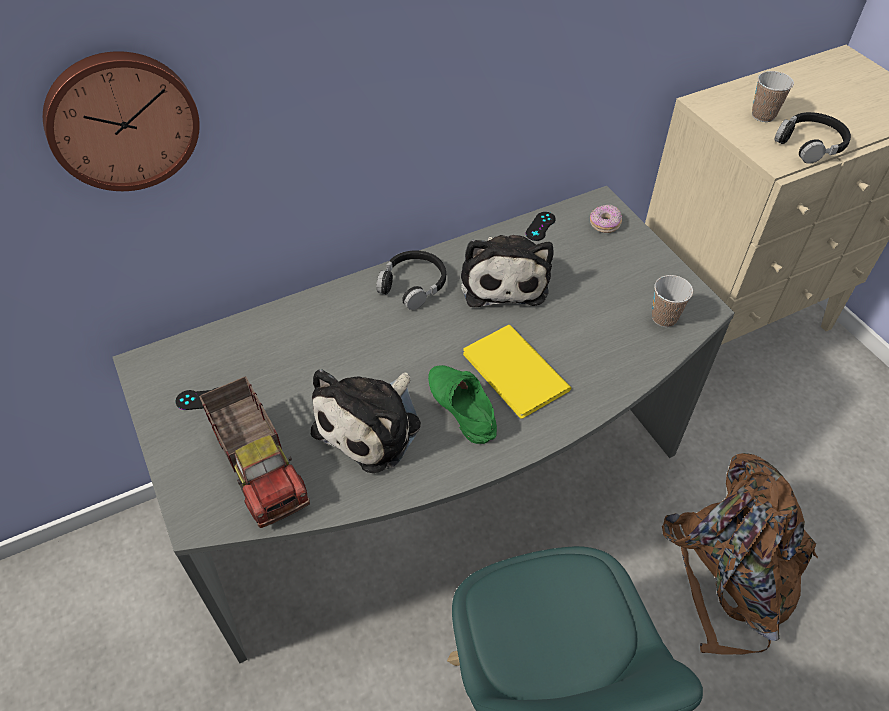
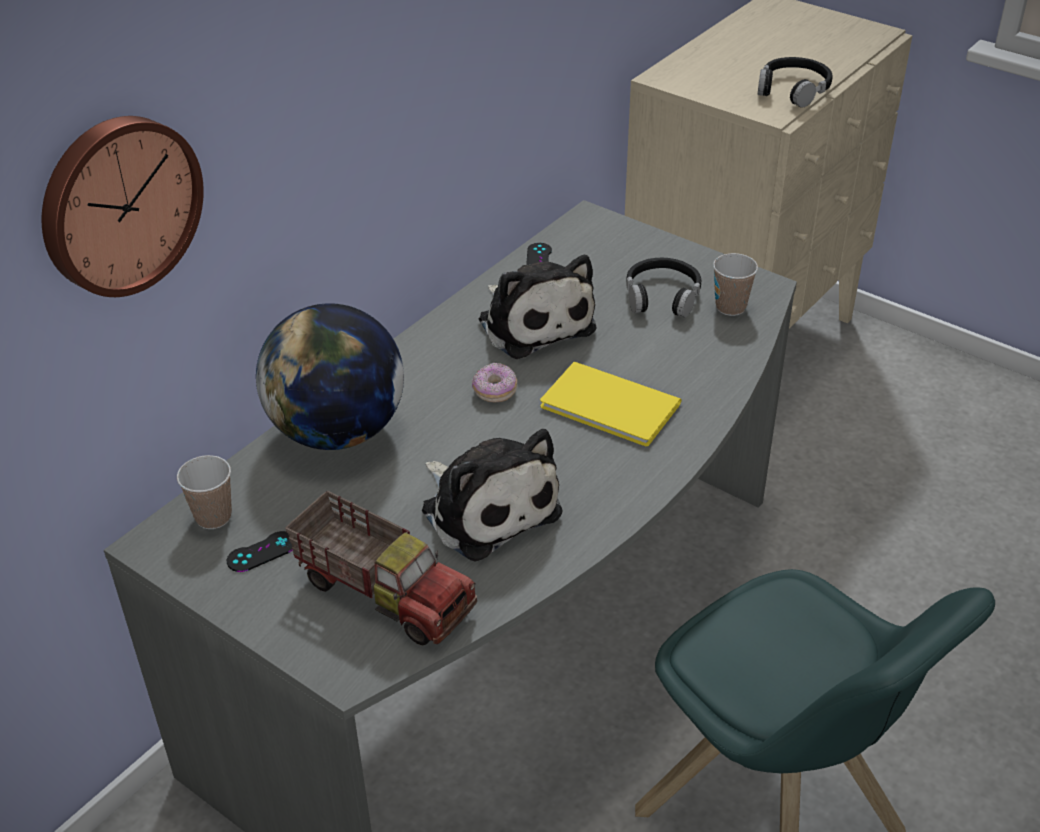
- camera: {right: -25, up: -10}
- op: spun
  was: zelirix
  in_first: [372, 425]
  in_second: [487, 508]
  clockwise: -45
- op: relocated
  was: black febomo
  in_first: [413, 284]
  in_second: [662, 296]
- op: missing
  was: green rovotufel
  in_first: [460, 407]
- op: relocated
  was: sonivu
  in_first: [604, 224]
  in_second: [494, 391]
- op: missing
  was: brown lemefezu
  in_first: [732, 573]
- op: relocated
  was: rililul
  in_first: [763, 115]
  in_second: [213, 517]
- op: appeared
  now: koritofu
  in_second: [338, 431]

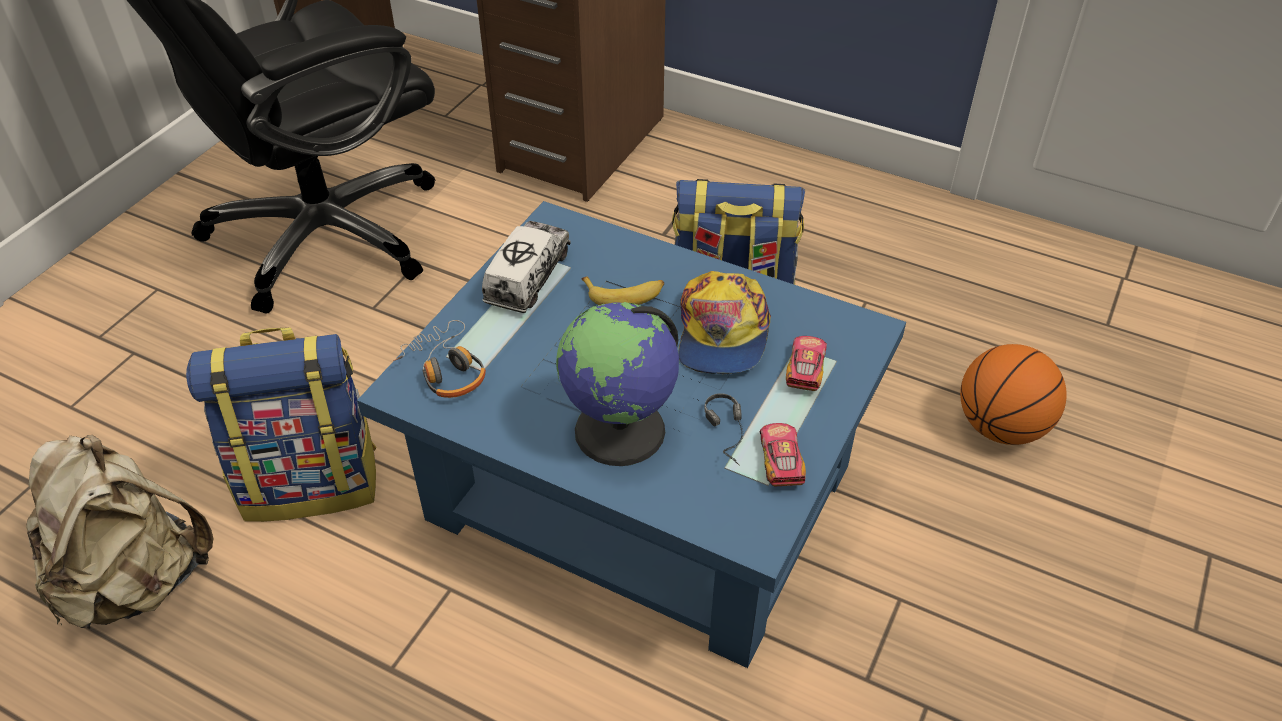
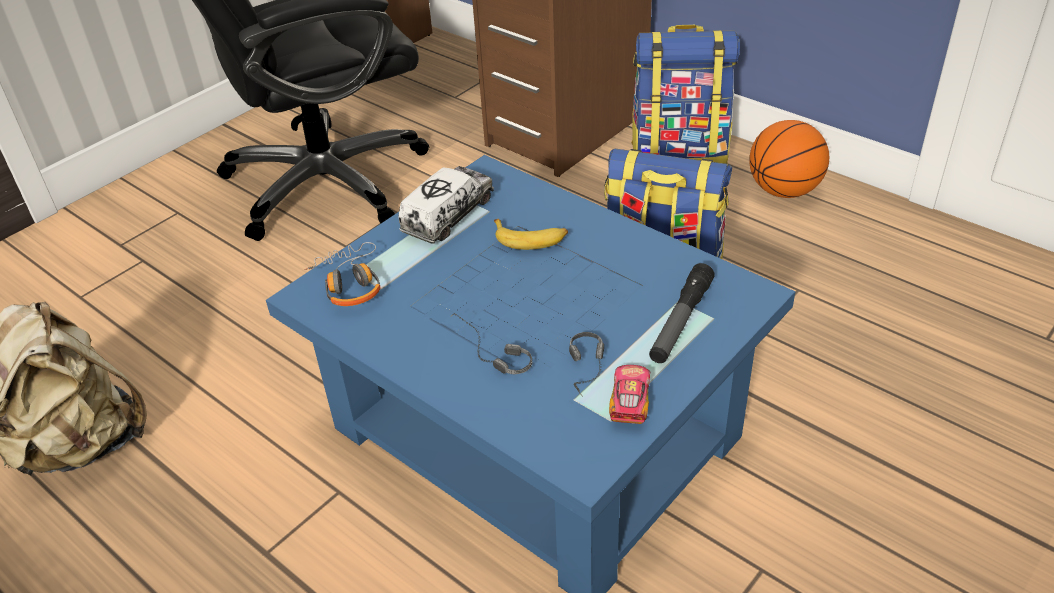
- camera: {right: 15, up: -5}
- op: relocated
  was: lemefezu
  in_first: [312, 482]
  in_second: [679, 157]
- op: exchanged
  was: koritofu
  now: febomo
  in_first: [621, 431]
  in_second: [487, 355]
- op: missing
  was: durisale
  in_first: [722, 333]
- op: exchanged
  was: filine
  now: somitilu
  in_first: [805, 369]
  in_second: [680, 321]
- op: relocated
  was: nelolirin
  in_first: [1000, 427]
  in_second: [784, 190]

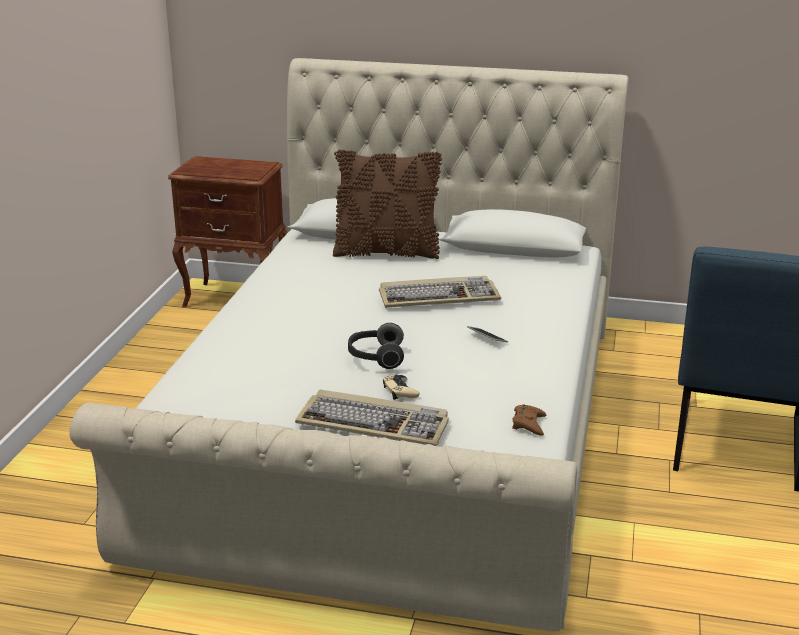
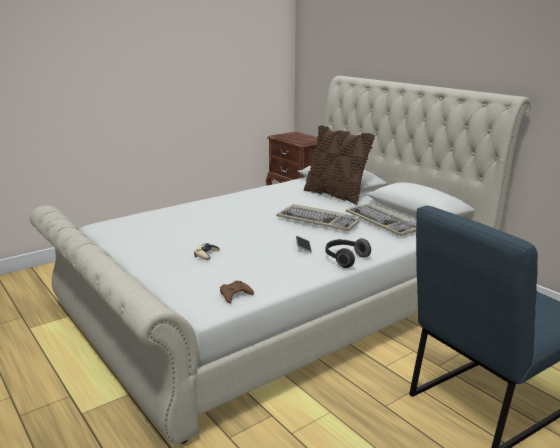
- camera: {right: 40, up: -5}
- op: relocated
  was: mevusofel
  in_first: [374, 423]
  in_second: [384, 222]
- op: relocated
  was: febomo
  in_first: [376, 357]
  in_second: [345, 259]

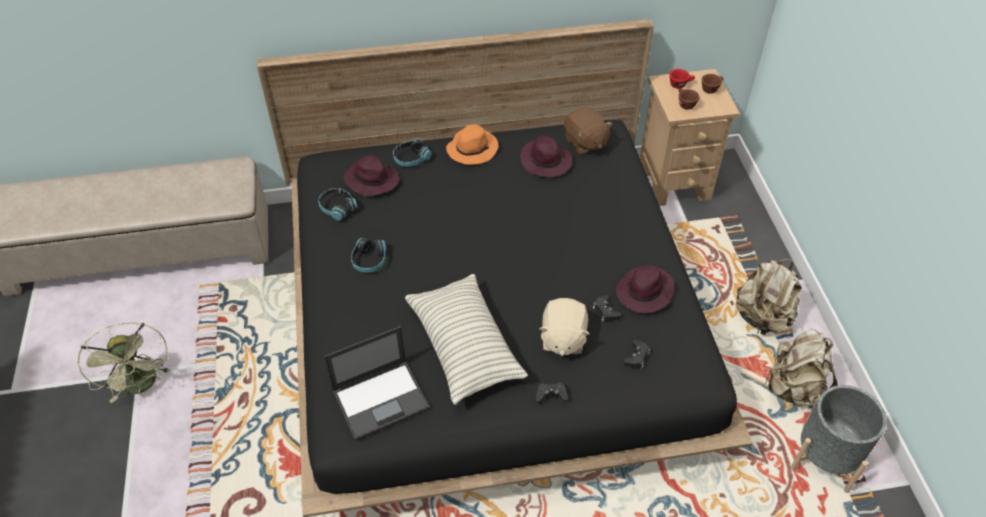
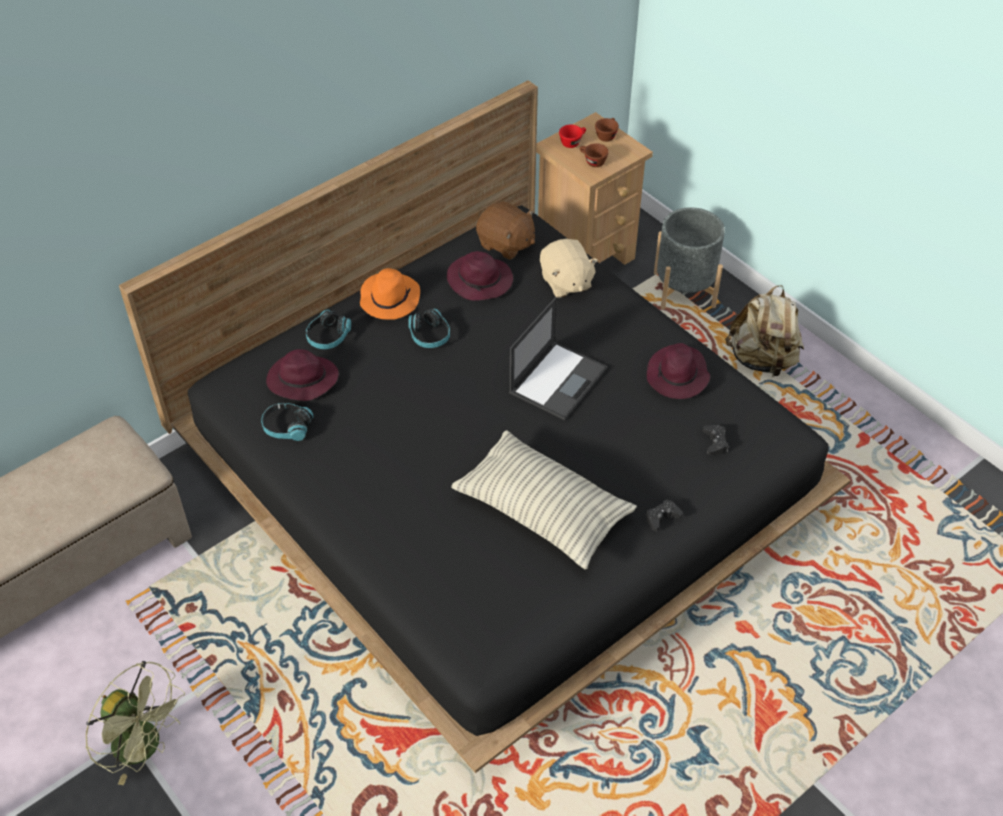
- camera: {right: -30, up: 0}
- op: relocated
  was: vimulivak
  in_first: [382, 399]
  in_second: [558, 380]
- op: relocated
  was: febomo
  in_first: [369, 260]
  in_second: [429, 335]
- op: relocated
  was: beige zelirix
  in_first: [562, 338]
  in_second: [565, 282]
- op: missing
  was: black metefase
  in_first: [605, 311]
- op: missing
  was: beige lemefezu
  in_first: [793, 388]
- op: relocated
  was: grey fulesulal
  in_first: [825, 458]
  in_second: [684, 289]

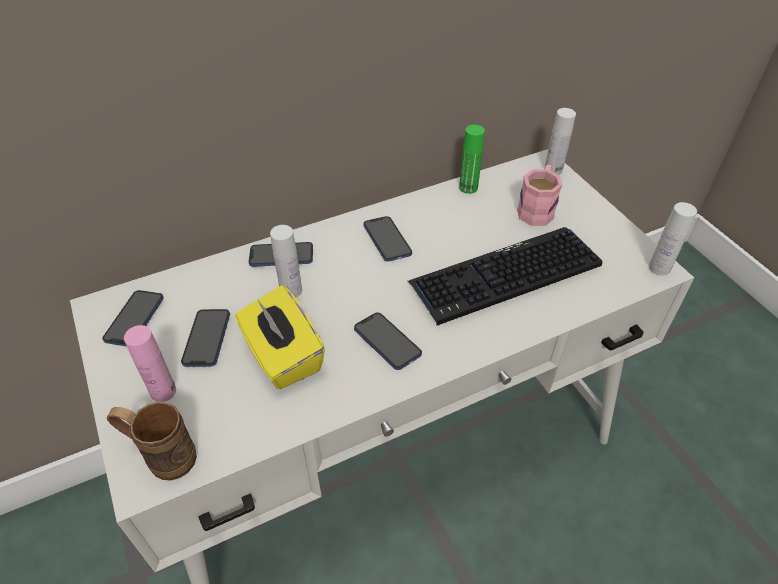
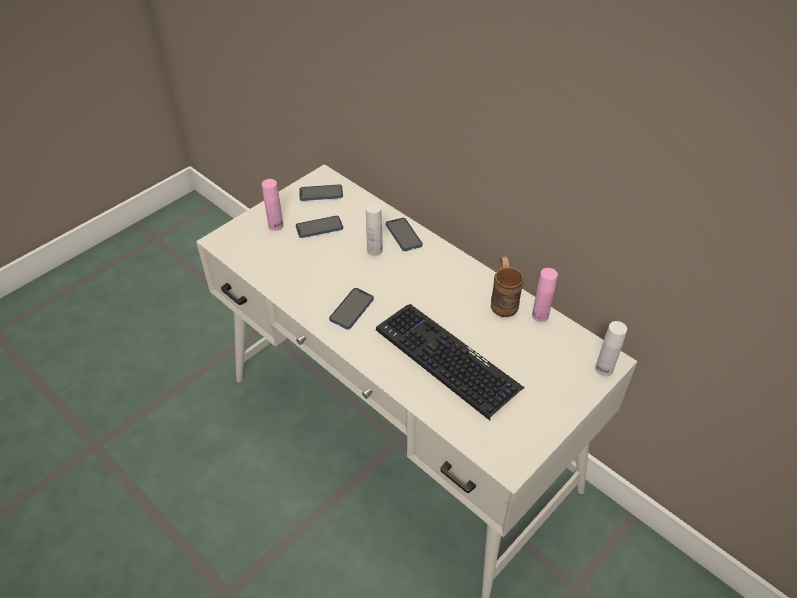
- camera: {right: 70, up: 0}
- op: relocated
  was: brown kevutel
  in_first: [162, 456]
  in_second: [503, 301]
- op: missing
  was: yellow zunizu
  in_first: [283, 356]
- op: missing
  was: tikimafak
  in_first: [387, 240]
- op: colour
  was: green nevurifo
  now: pink nevurifo
  in_first: [468, 187]
  in_second: [540, 315]
- op: missing
  was: pink kevutel
  in_first: [537, 208]
- op: missing
  was: white nevurifo
  in_first: [659, 268]

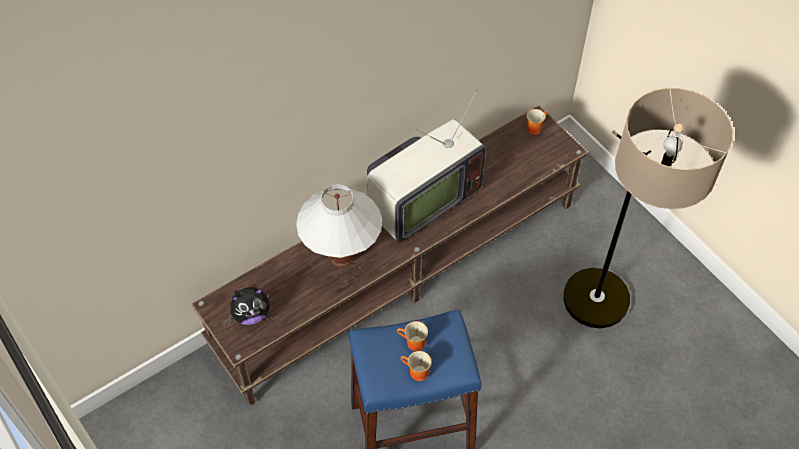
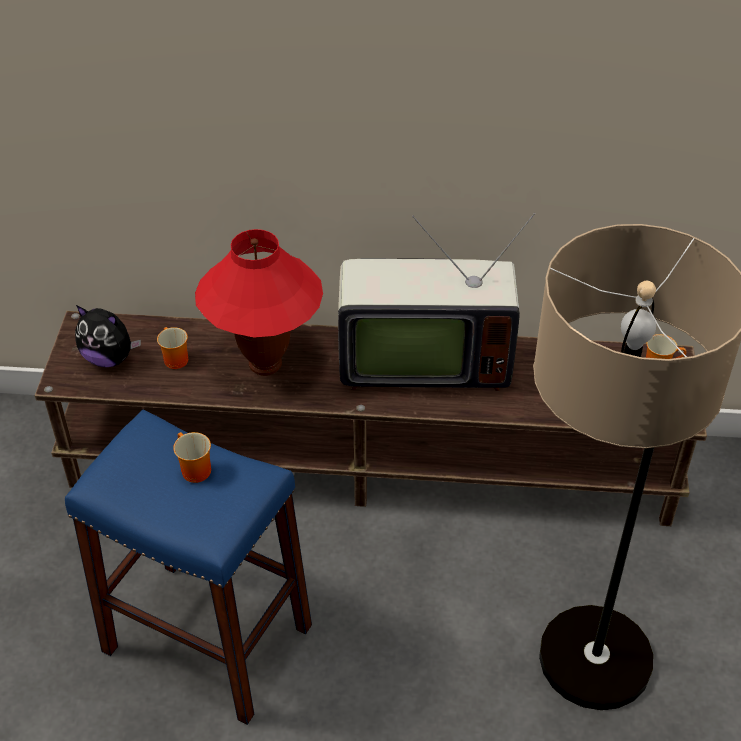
- camera: {right: 40, up: -10}
- op: colour
  was: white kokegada
  now: red kokegada
  in_first: [342, 259]
  in_second: [265, 365]
- op: relocated
  was: kevutel
  in_first: [416, 373]
  in_second: [173, 359]

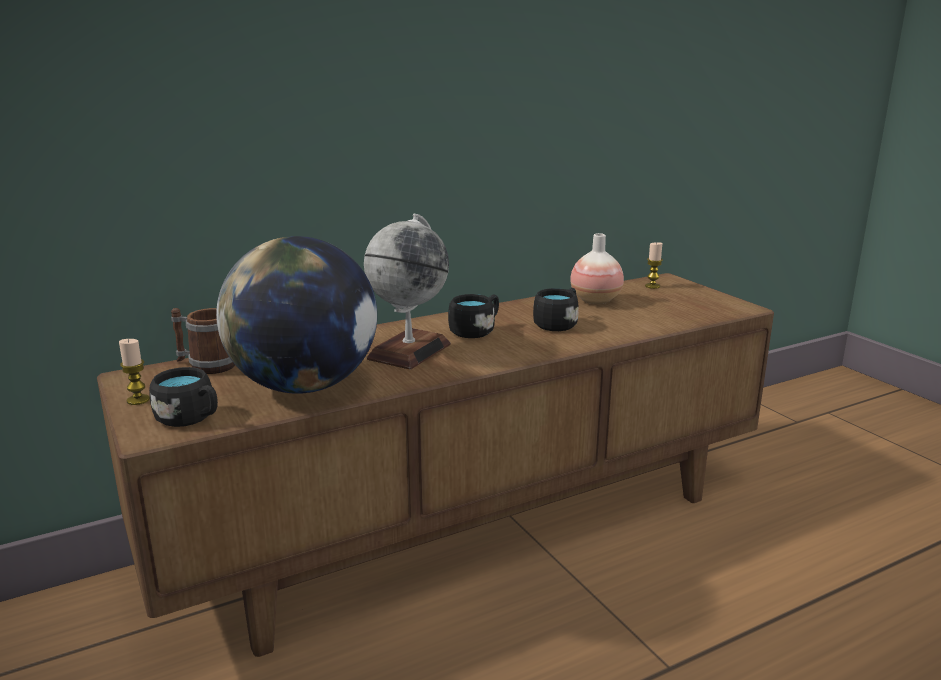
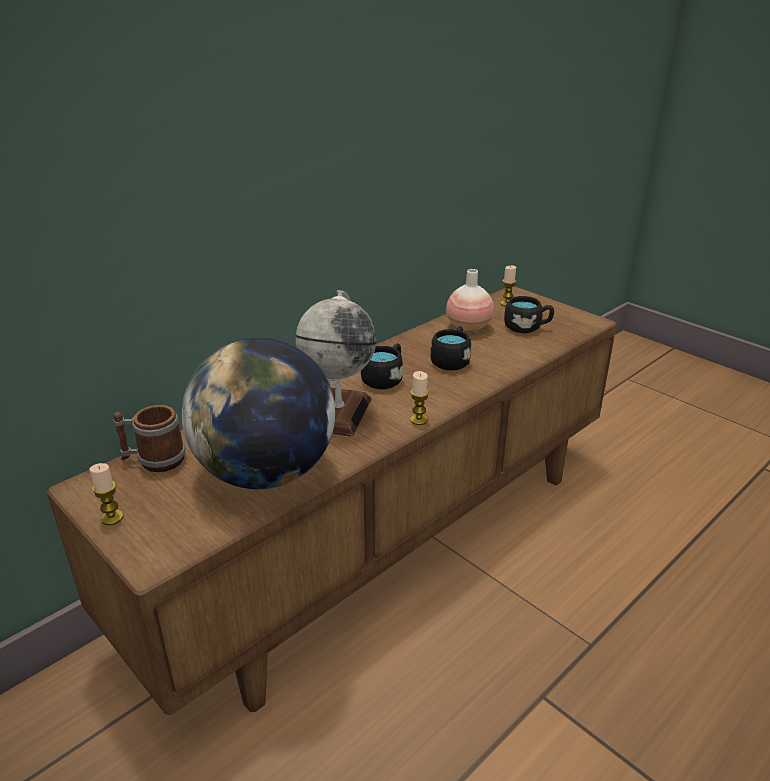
- camera: {right: -15, up: 10}
- op: relocated
  was: black kevutel
  in_first: [191, 418]
  in_second: [527, 327]
- op: appeared
  now: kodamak
  in_second: [418, 420]

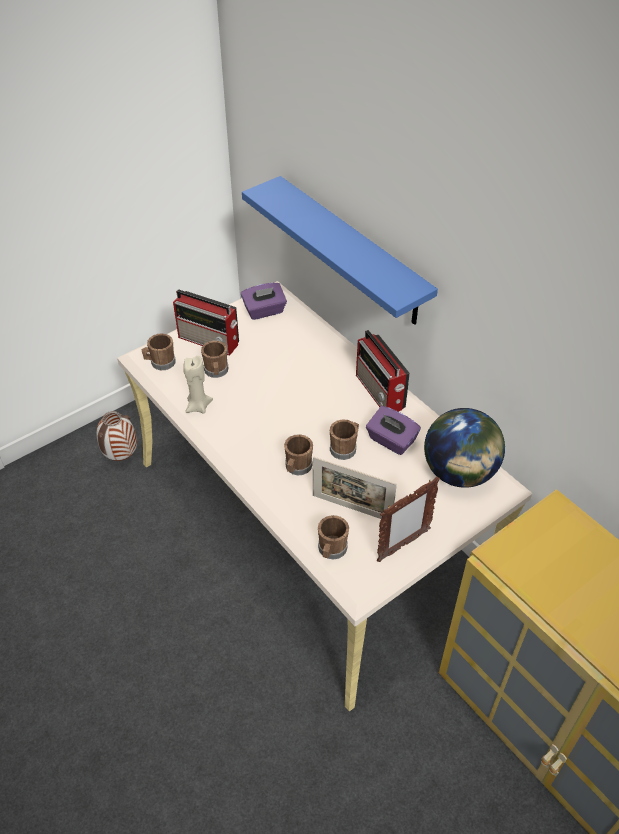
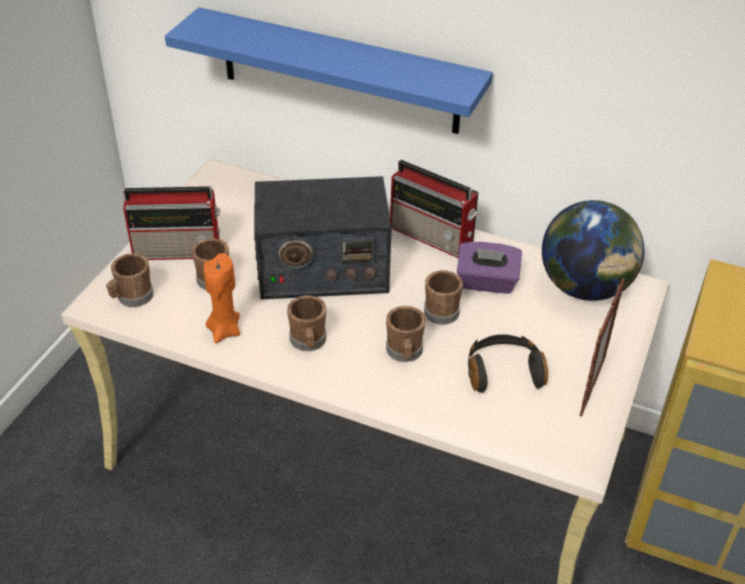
- camera: {right: -30, up: -5}
- op: missing
  was: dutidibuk
  in_first: [121, 456]
- op: colour
  was: beige kodamak
  now: orange kodamak
  in_first: [198, 406]
  in_second: [224, 330]
- op: missing
  was: purple zunizu
  in_first: [264, 311]
- op: exchanged
  was: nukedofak
  now: black febomo
  in_first: [351, 508]
  in_second: [503, 372]
- op: relocated
  was: brown kevutel
  in_first: [331, 550]
  in_second: [308, 342]
- op: appeared
  now: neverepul
  in_second: [322, 269]

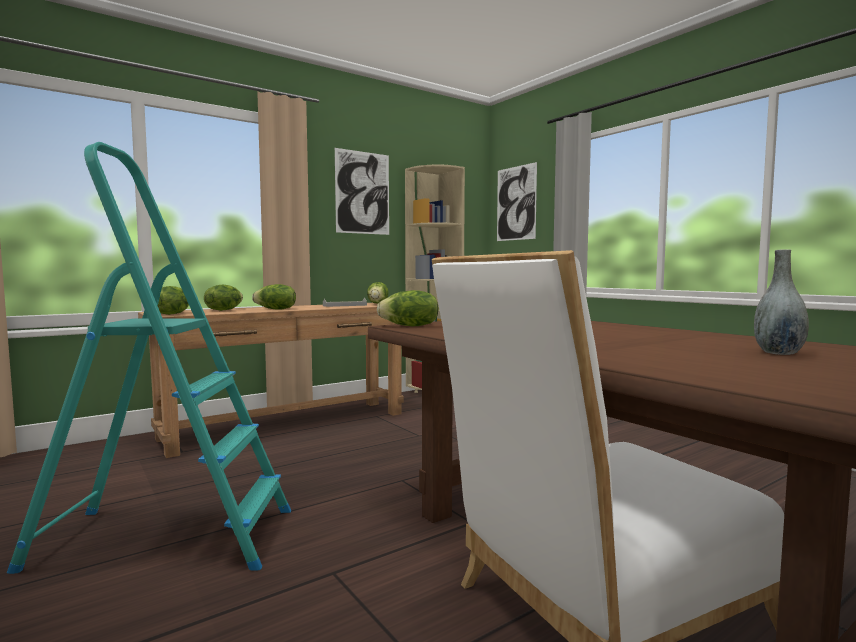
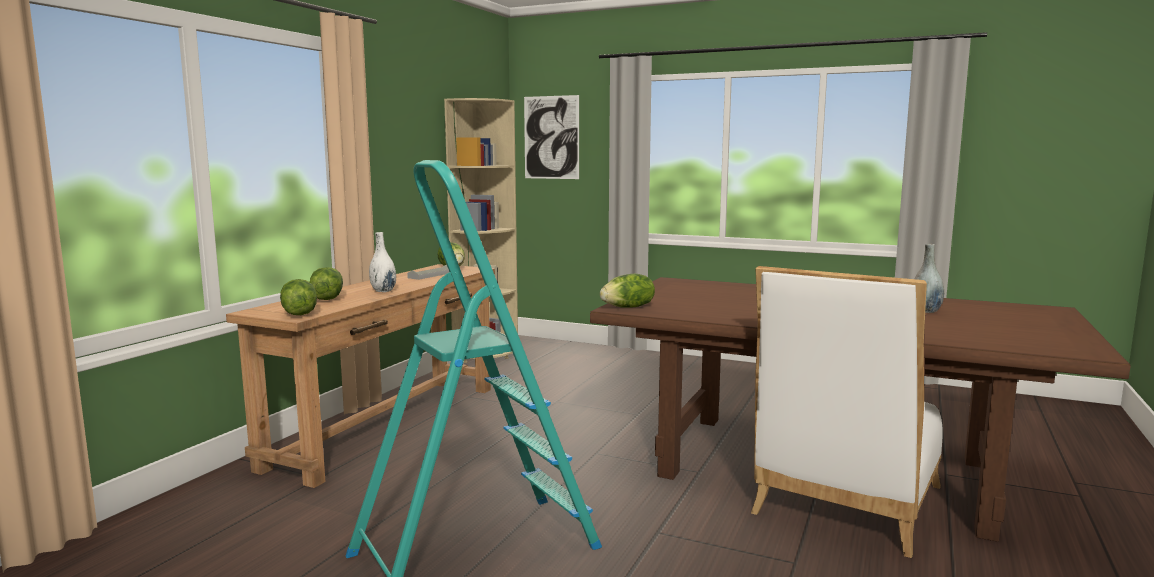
- camera: {right: -30, up: 5}
- op: exchanged
  was: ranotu
  now: white dutidibuk
  in_first: [275, 309]
  in_second: [383, 291]
- op: missing
  was: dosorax
  in_first: [362, 193]

